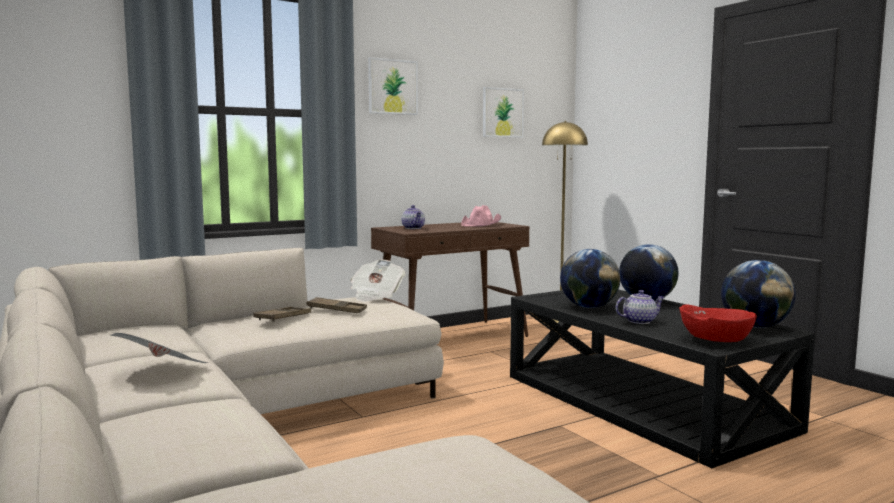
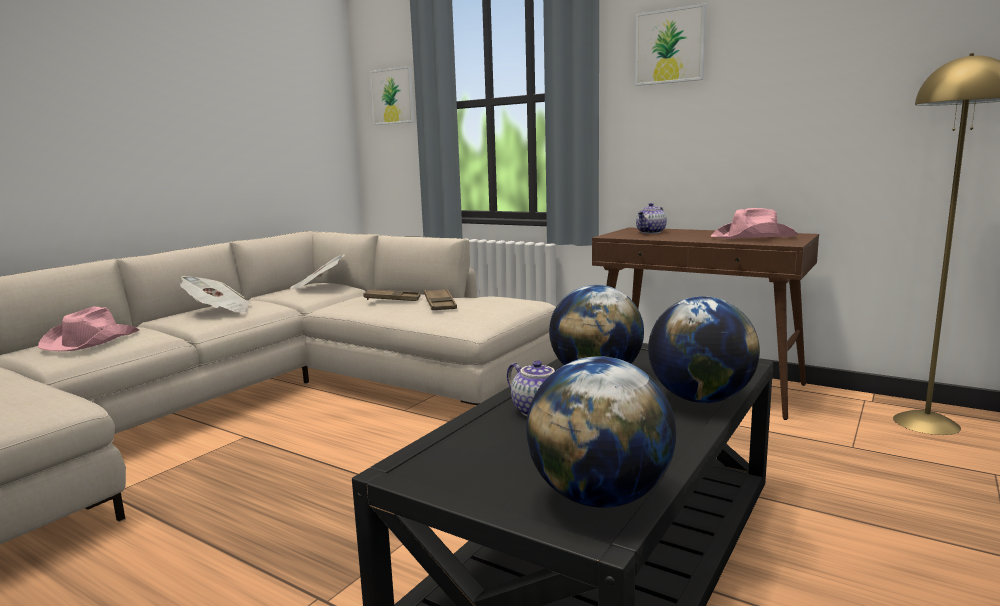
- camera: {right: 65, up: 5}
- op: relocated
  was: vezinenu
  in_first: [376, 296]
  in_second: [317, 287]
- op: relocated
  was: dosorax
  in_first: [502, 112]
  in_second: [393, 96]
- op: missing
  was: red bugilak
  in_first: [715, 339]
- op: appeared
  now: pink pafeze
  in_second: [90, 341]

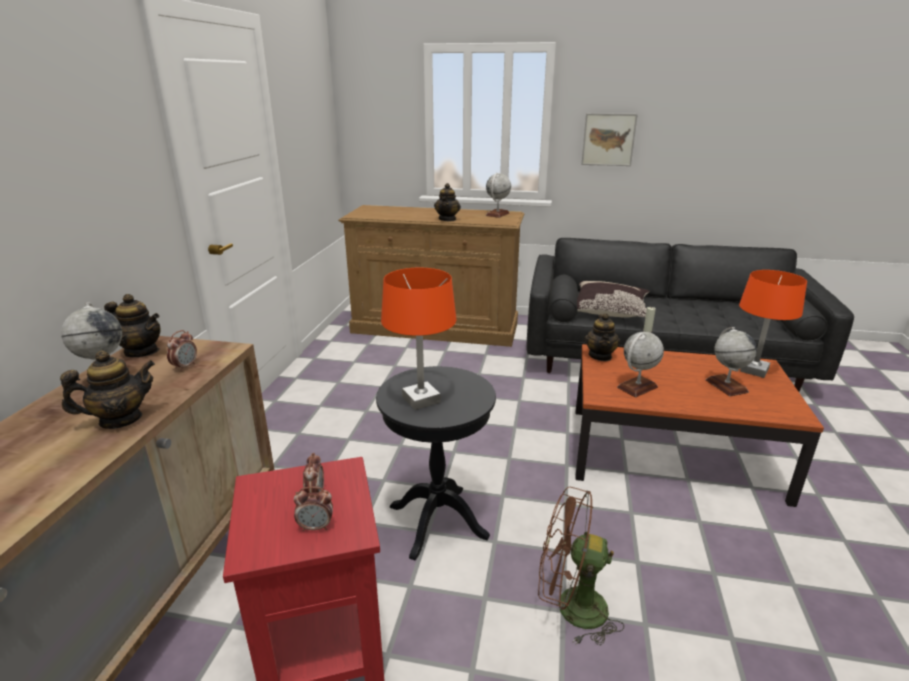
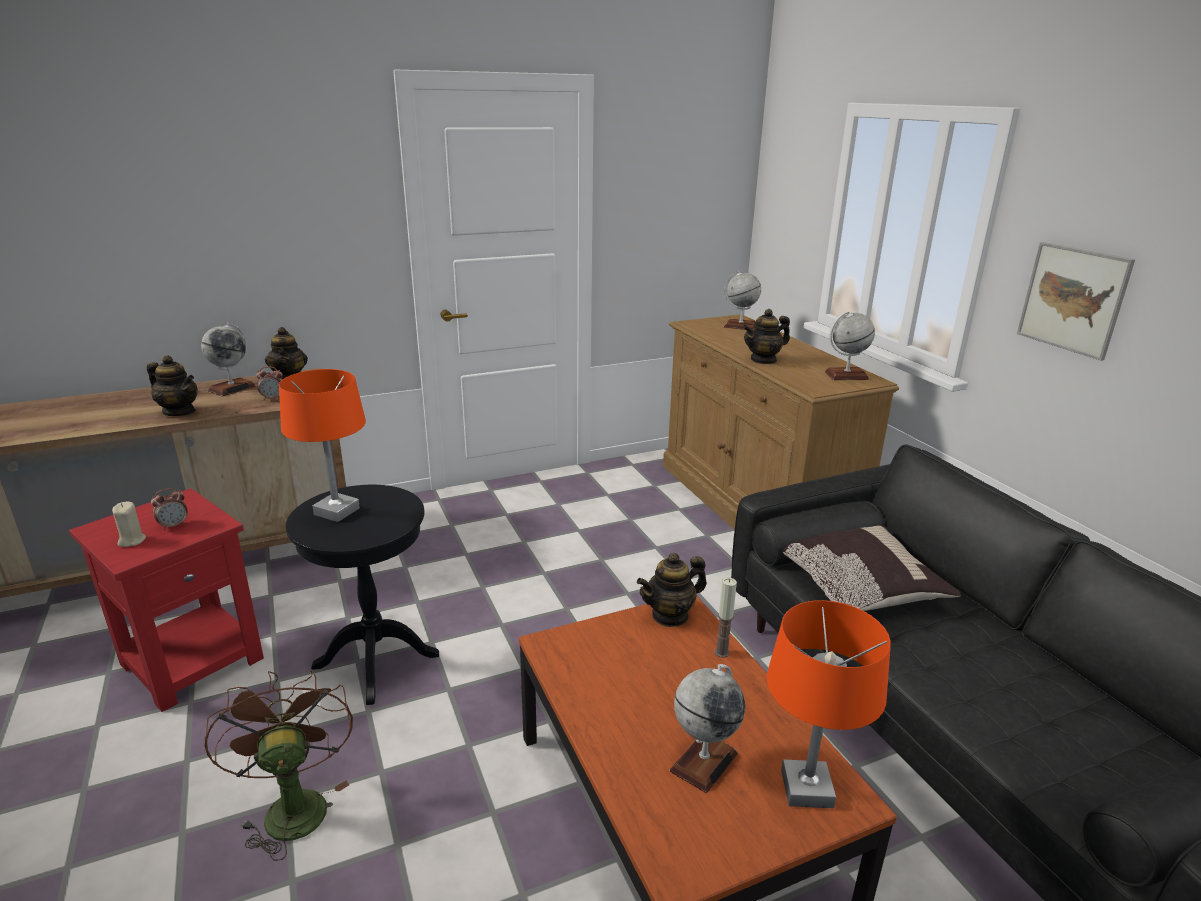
- camera: {right: 55, up: 0}
- op: exchanged
  was: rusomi
  now: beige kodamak
  in_first: [316, 527]
  in_second: [132, 540]
- op: relocated
  was: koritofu
  in_first: [637, 387]
  in_second: [740, 326]

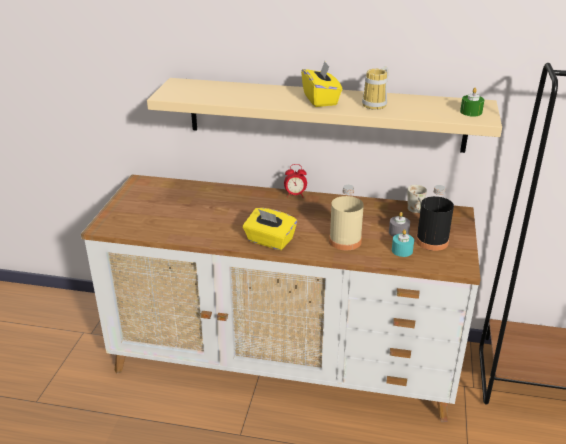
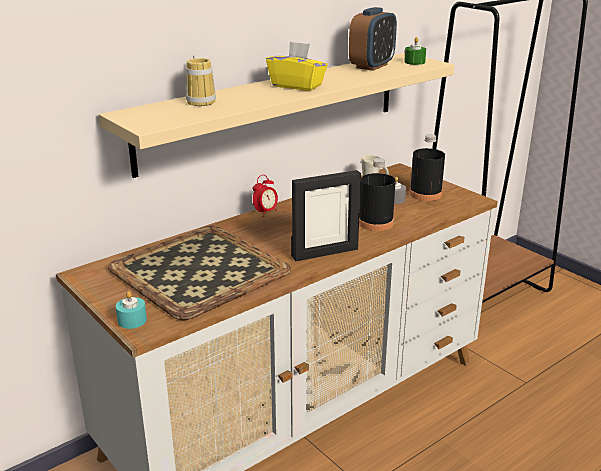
- camera: {right: -50, up: -5}
- op: exchanged
  was: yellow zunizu
  now: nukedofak
  in_first: [269, 241]
  in_second: [324, 252]
- op: colour
  was: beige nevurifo
  now: black nevurifo
  in_first: [345, 241]
  in_second: [375, 223]
- op: relocated
  was: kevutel
  in_first: [377, 104]
  in_second: [202, 101]
- op: relocated
  was: turquoise kodamak
  in_first: [402, 250]
  in_second: [132, 320]
- op: appeared
  now: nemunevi
  in_second: [197, 270]
- op: appeared
  now: rusomi
  in_second: [372, 66]

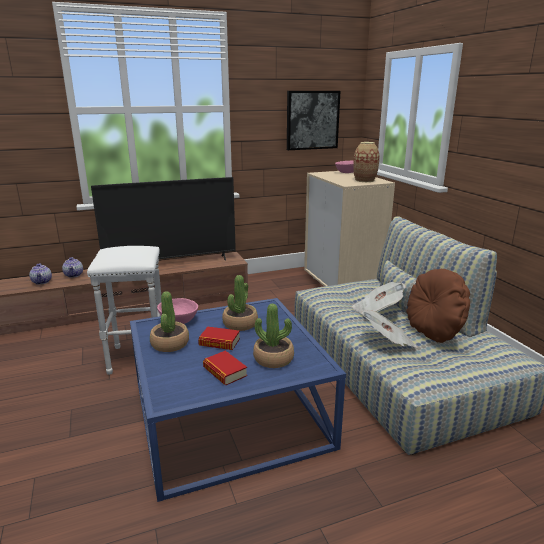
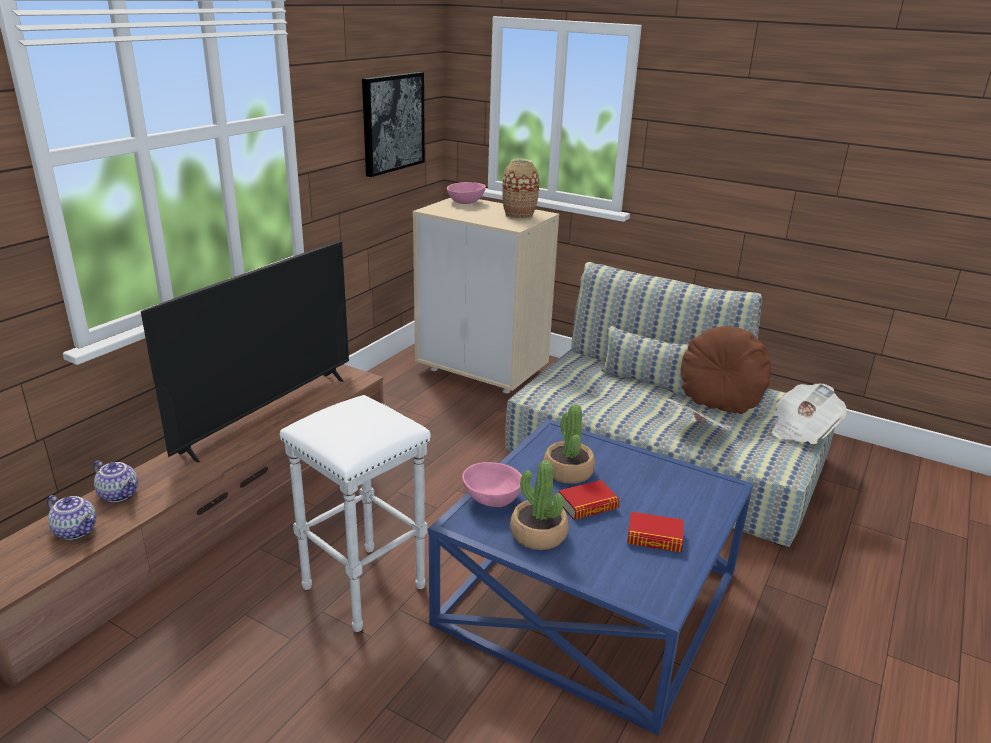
- camera: {right: -40, up: 5}
- op: missing
  was: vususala
  in_first: [273, 359]
- op: relocated
  was: vezinenu
  in_first: [377, 310]
  in_second: [801, 429]

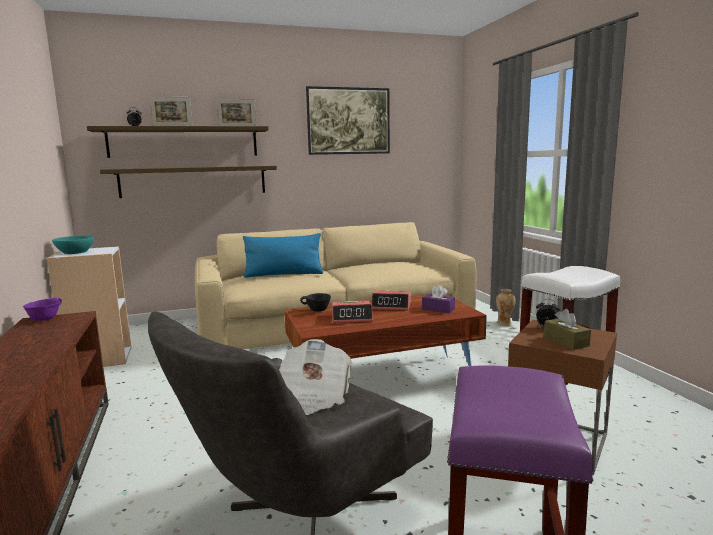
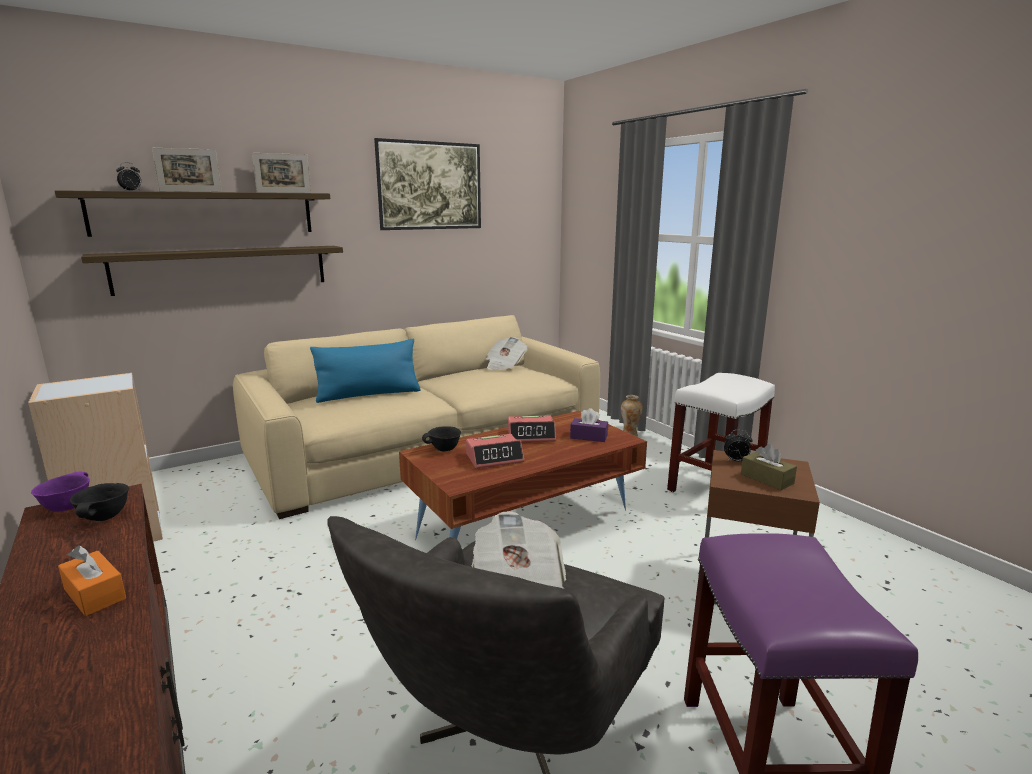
- camera: {right: -15, up: 5}
- op: missing
  was: turquoise bugilak
  in_first: [75, 252]
- op: appeared
  now: orange zunizu
  in_second: [95, 594]
- op: appeared
  now: black bugilak
  in_second: [105, 518]
- op: appeared
  now: vezinenu
  in_second: [504, 365]

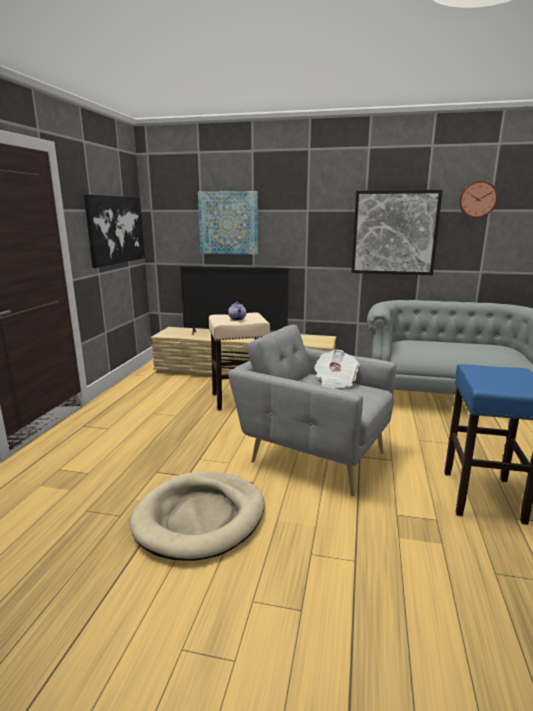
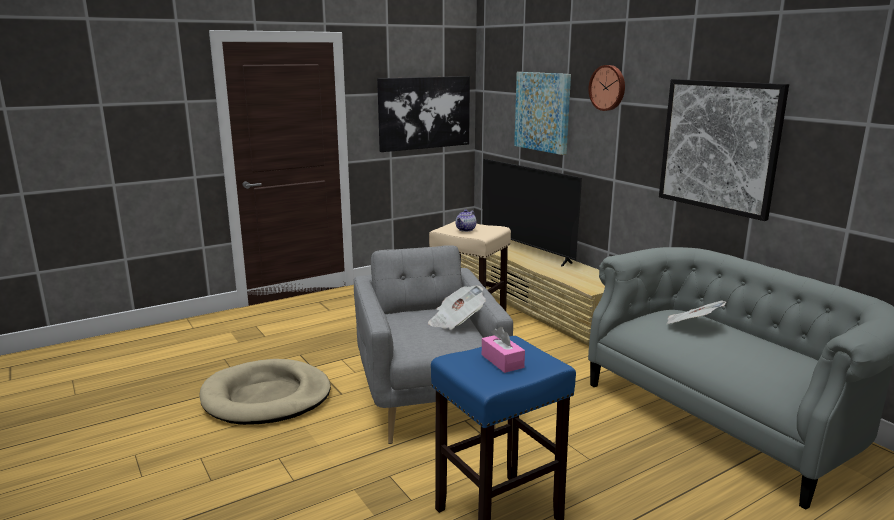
- camera: {right: 45, up: 0}
- op: relocated
  was: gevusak
  in_first: [477, 199]
  in_second: [608, 88]
- op: appeared
  now: pink zunizu
  in_second: [502, 361]
- op: appeared
  now: vezinenu
  in_second: [691, 326]

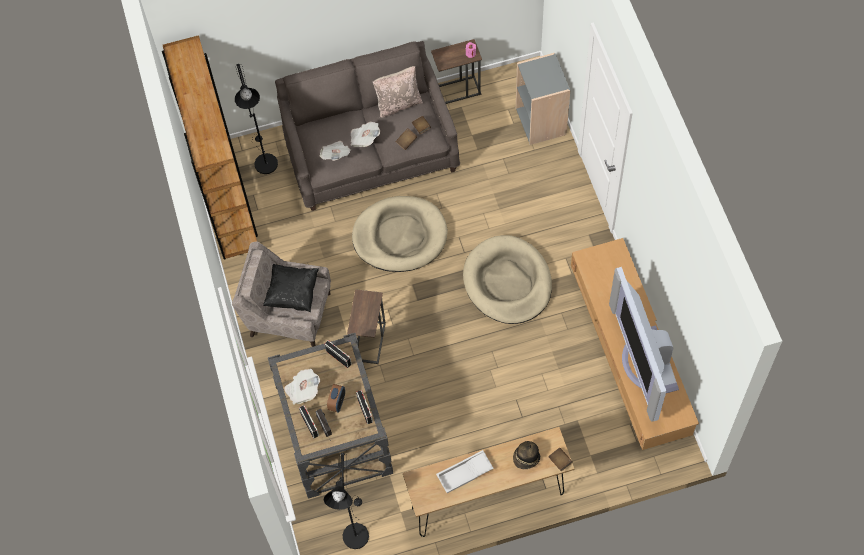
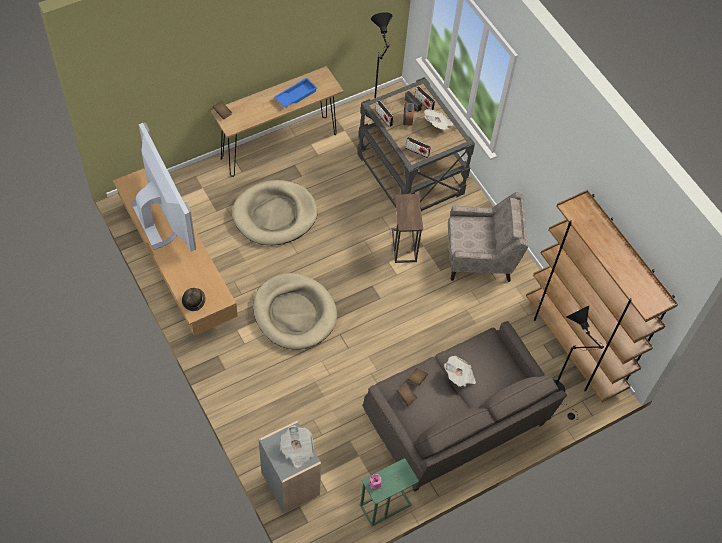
- camera: {right: 160, up: -5}
- op: missing
  was: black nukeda
  in_first: [292, 293]
- op: relocated
  was: vezinenu
  in_first: [336, 155]
  in_second: [297, 450]
- op: relocated
  was: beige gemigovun
  in_first: [400, 236]
  in_second: [275, 215]
- op: missing
  was: beige nukeda
  in_first: [398, 103]
- op: colour
  was: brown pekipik
  now: green pekipik
  in_first: [457, 90]
  in_second: [385, 506]
- op: colour
  was: white nemunevi
  now: blue nemunevi
  in_first: [464, 474]
  in_second: [295, 95]
- op: relocated
  was: pafeze
  in_first: [526, 458]
  in_second: [193, 301]

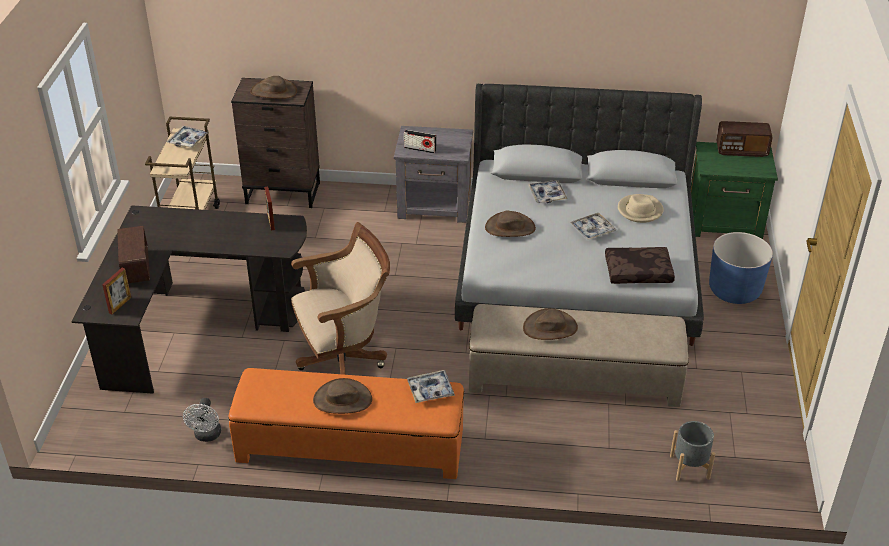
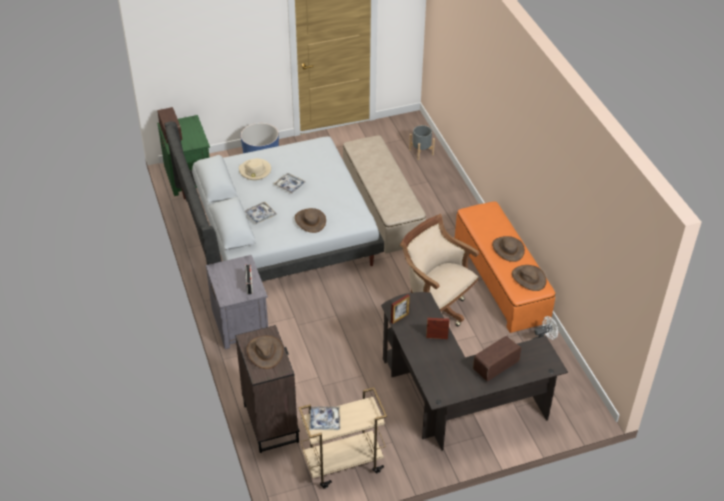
- camera: {right: -115, up: 5}
- op: relocated
  was: nukedofak
  in_first: [120, 305]
  in_second: [436, 337]
- op: missing
  was: nemunevi
  in_first: [430, 390]
- op: relocated
  was: brown pafeze
  in_first: [550, 327]
  in_second: [528, 278]
- op: missing
  was: brown nukeda
  in_first: [638, 271]

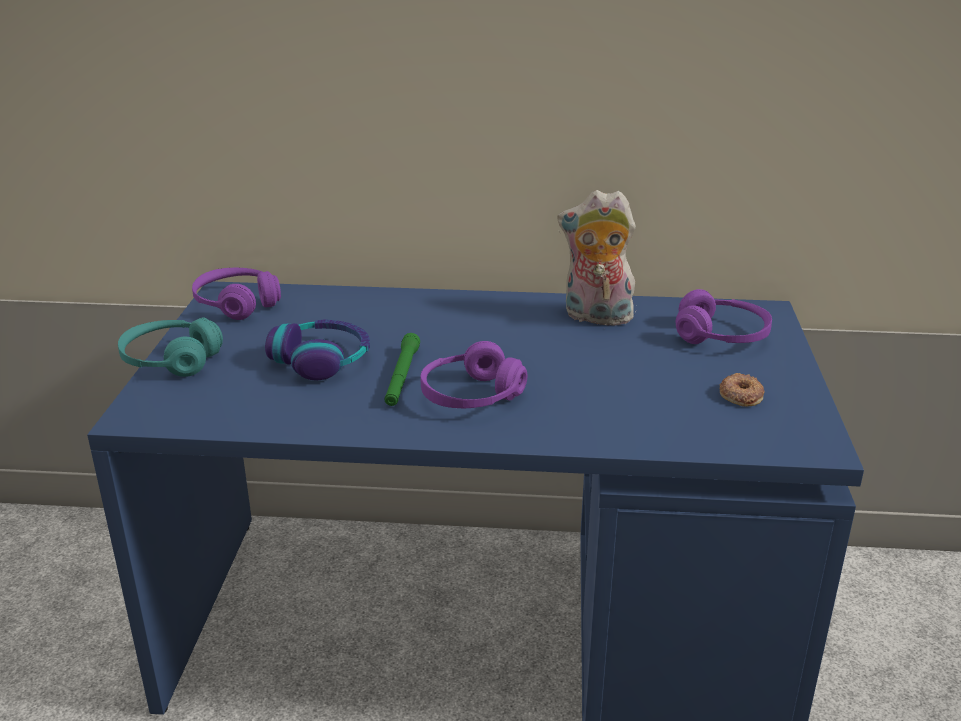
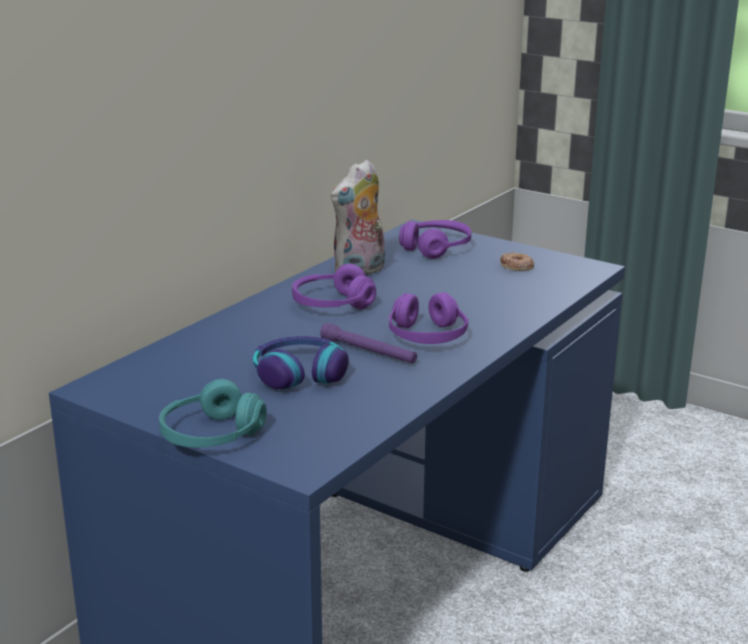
- camera: {right: -60, up: -5}
- op: relocated
  was: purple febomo
  in_first: [237, 304]
  in_second: [332, 304]
- op: colour
  was: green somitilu
  now: purple somitilu
  in_first: [402, 377]
  in_second: [368, 351]

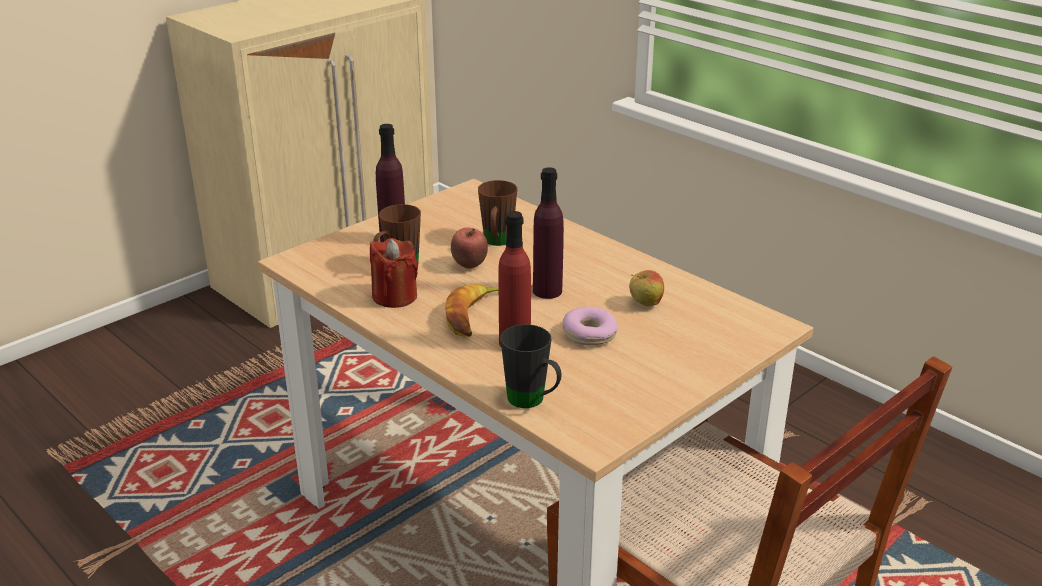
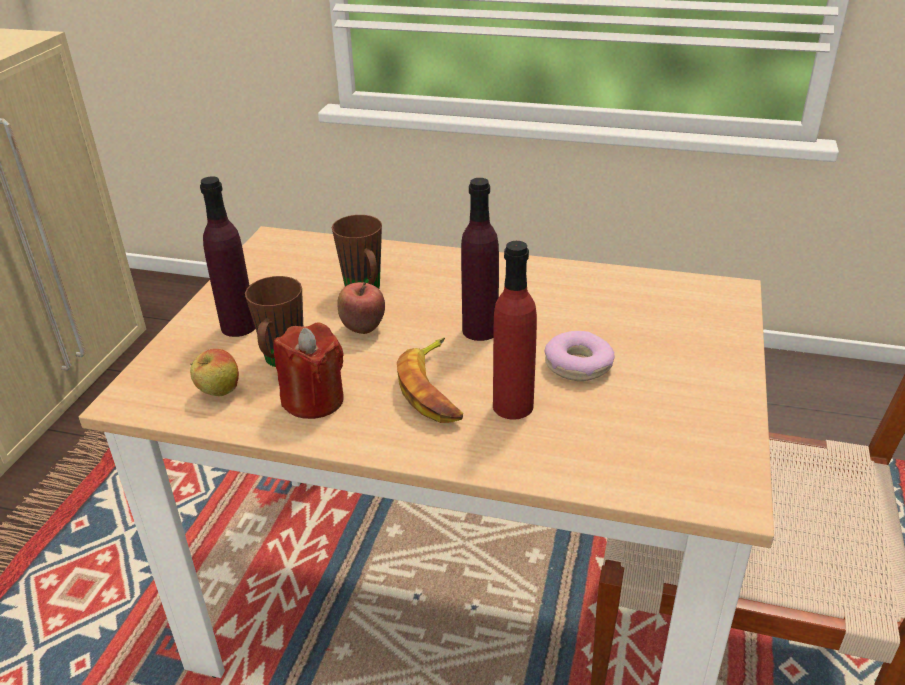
- camera: {right: -30, up: 5}
- op: missing
  was: black kevutel
  in_first: [533, 402]
- op: relocated
  was: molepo
  in_first: [645, 304]
  in_second: [219, 392]

